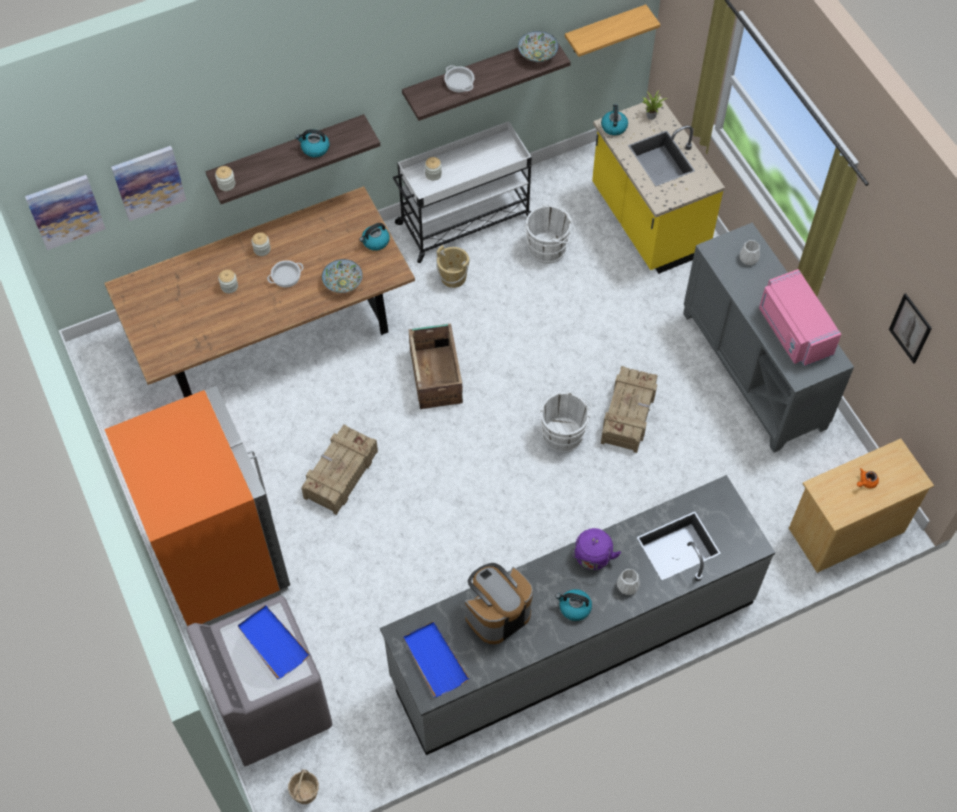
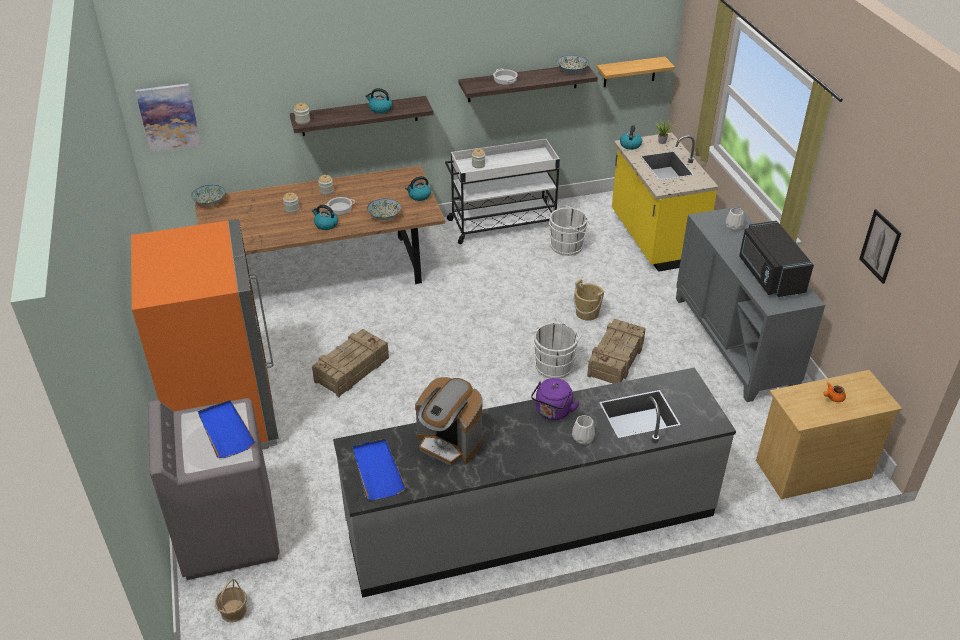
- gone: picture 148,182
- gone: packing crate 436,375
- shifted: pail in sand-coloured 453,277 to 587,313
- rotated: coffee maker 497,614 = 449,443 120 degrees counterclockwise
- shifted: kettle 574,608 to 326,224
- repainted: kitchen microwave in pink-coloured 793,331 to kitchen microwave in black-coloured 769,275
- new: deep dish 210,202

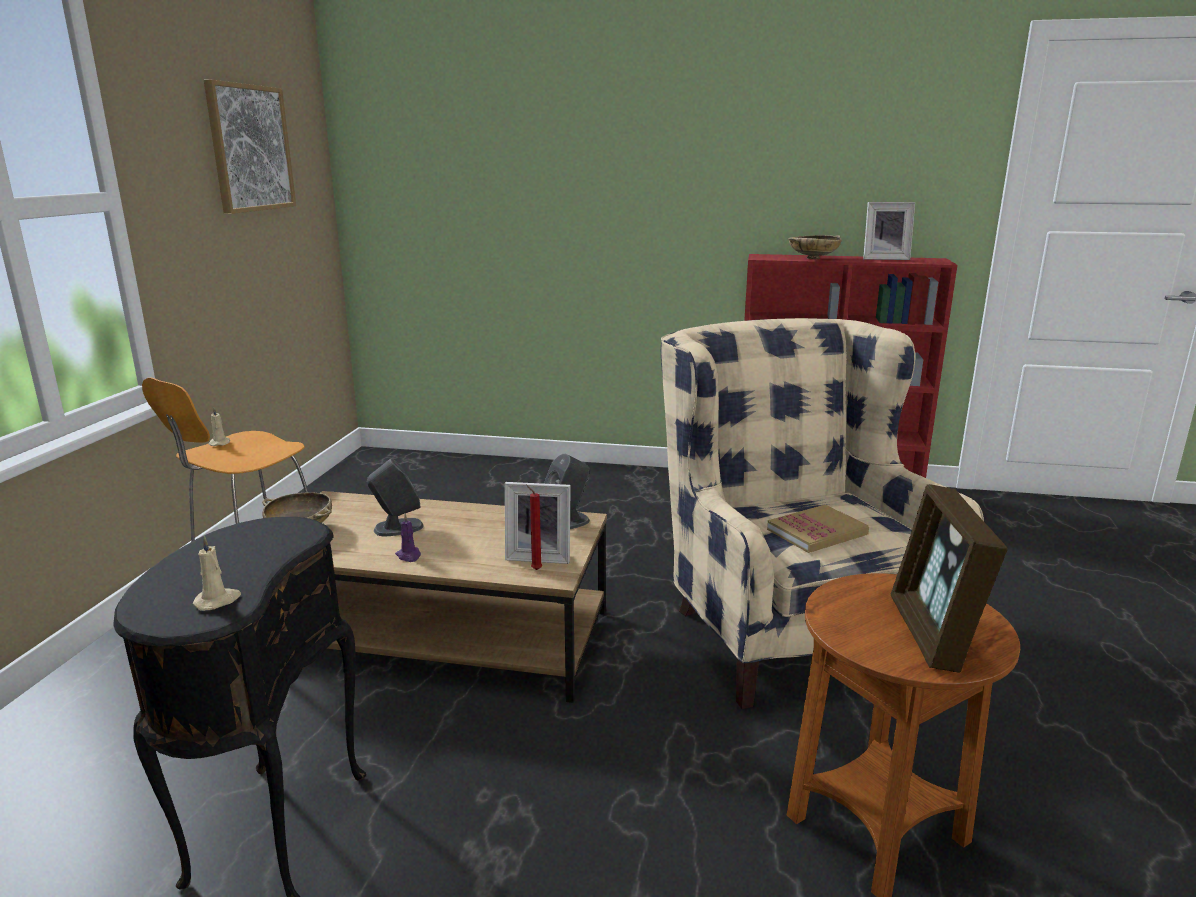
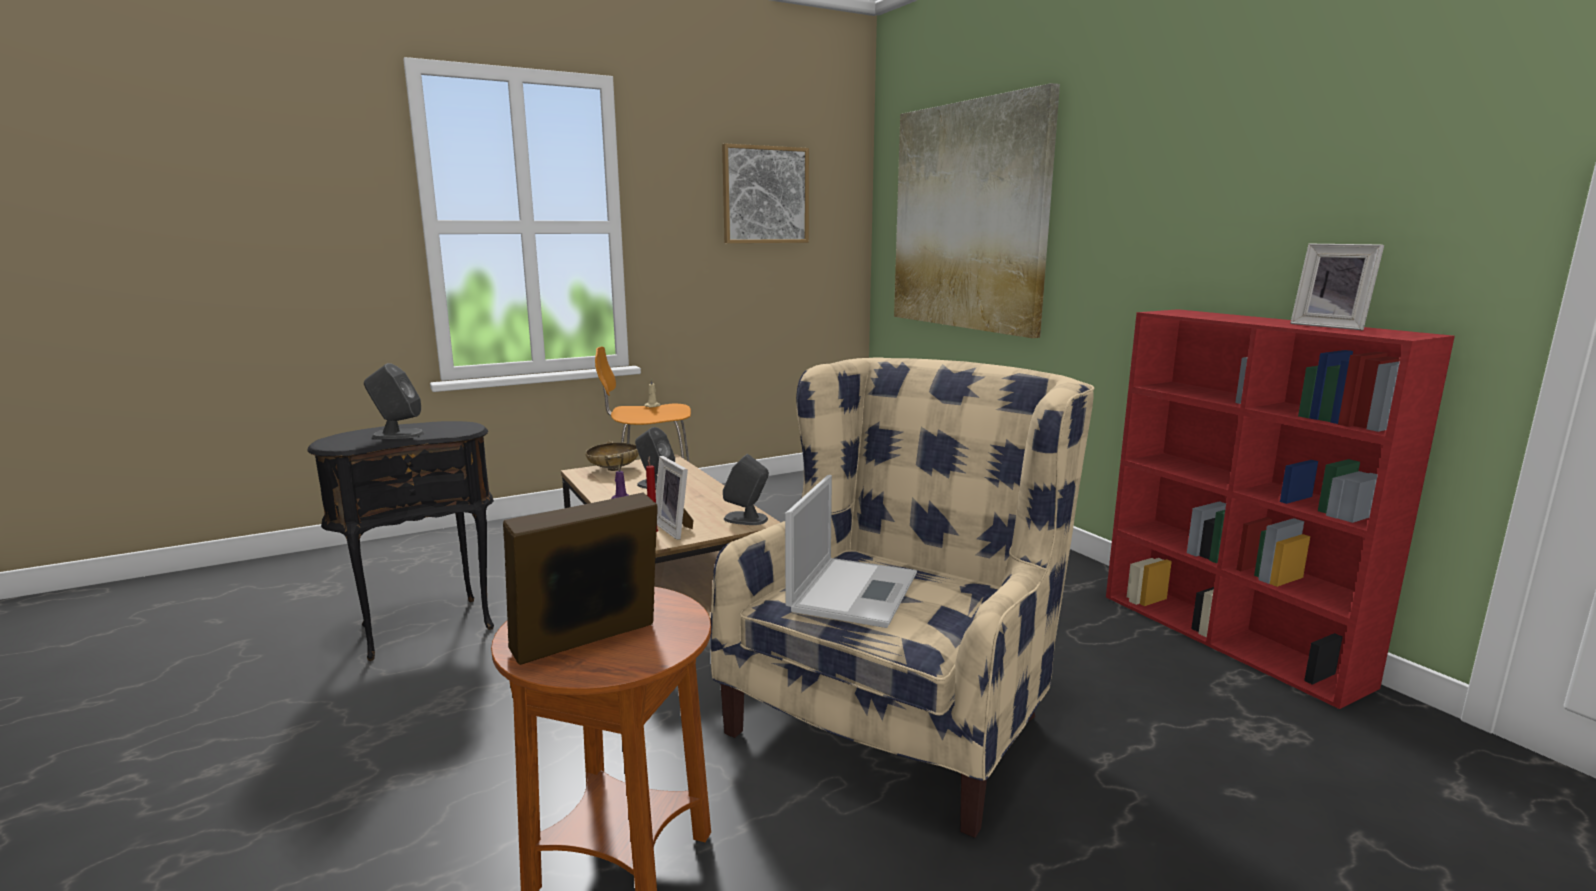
- gone: candle in sand-coloured 218,601
- swapped: bound book 817,532 to laptop 854,591
- gone: deep dish in sand-coloured 813,258
- new: loudspeaker in grey 397,434
- new: picture 968,217

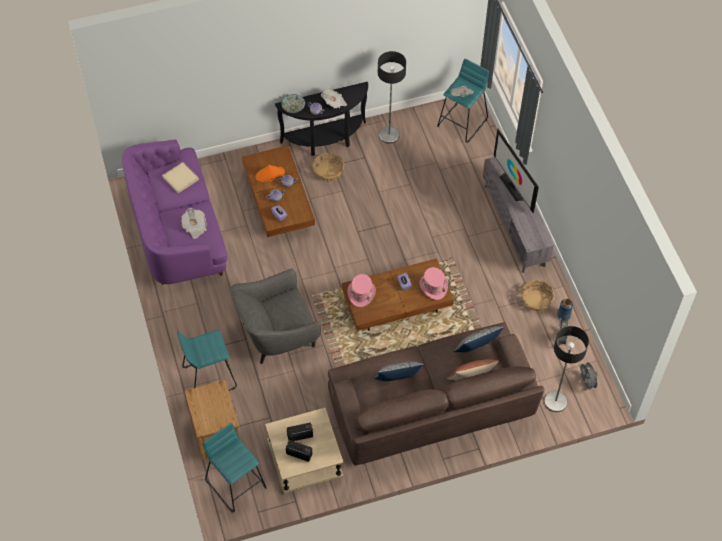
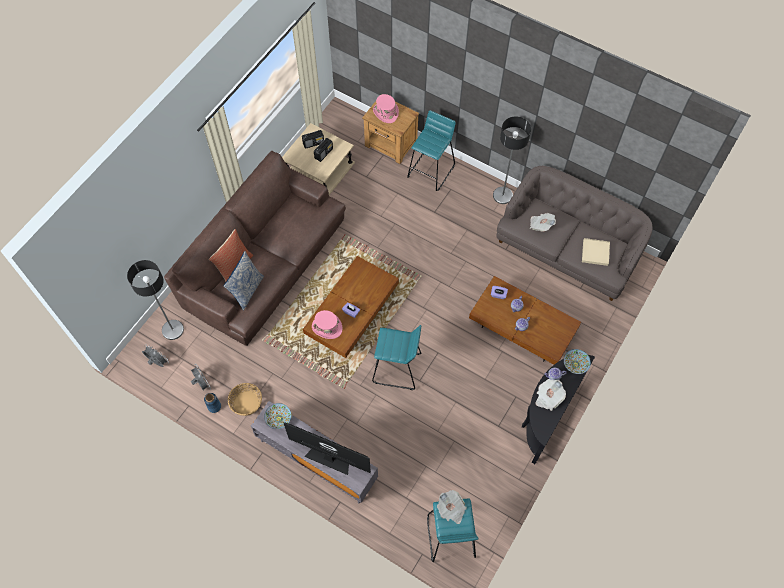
- repainted: sofa in purple 177,230 to sofa in grey 567,250
- shifted: stool seat in turquoise-coloured 236,483 to 397,369
- gone: easy chair in grey 277,333
- gone: clothing hat in orange-coloured 270,174
- gone: household basket 328,171
- shifted: clothing hat in pink-coloured 361,293 to 385,112
- gone: pillow 398,381
- shifted: standing lamp 389,135 to 503,195
- new: deep dish 278,418

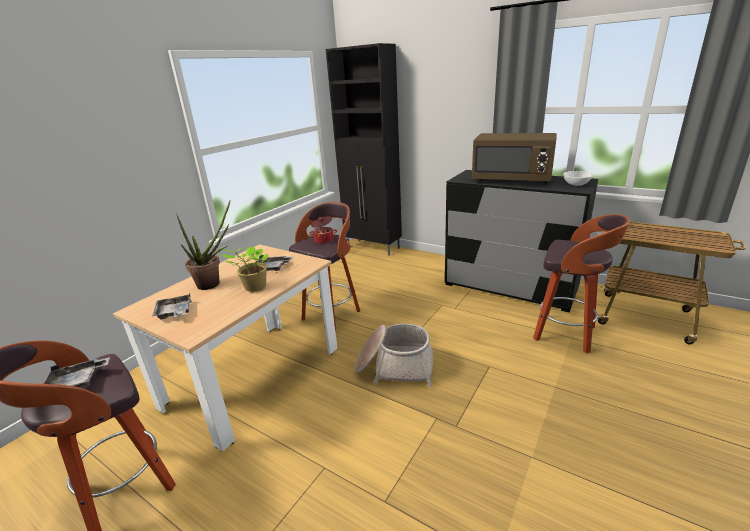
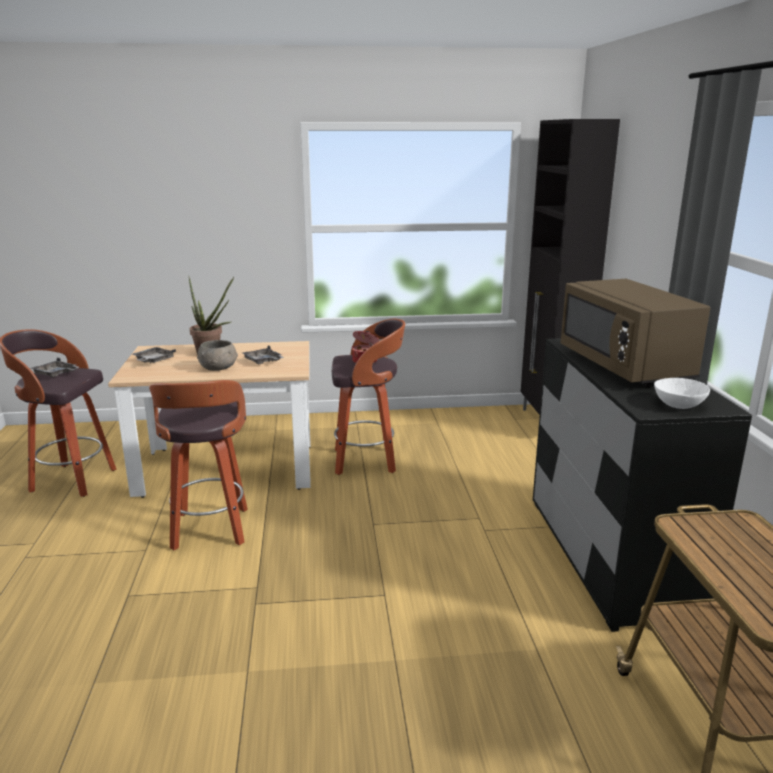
- swapped: potted plant 254,288 to deep dish in grey 219,368
- gone: household basket 394,366
- shifted: stool seat 566,334 to 210,530

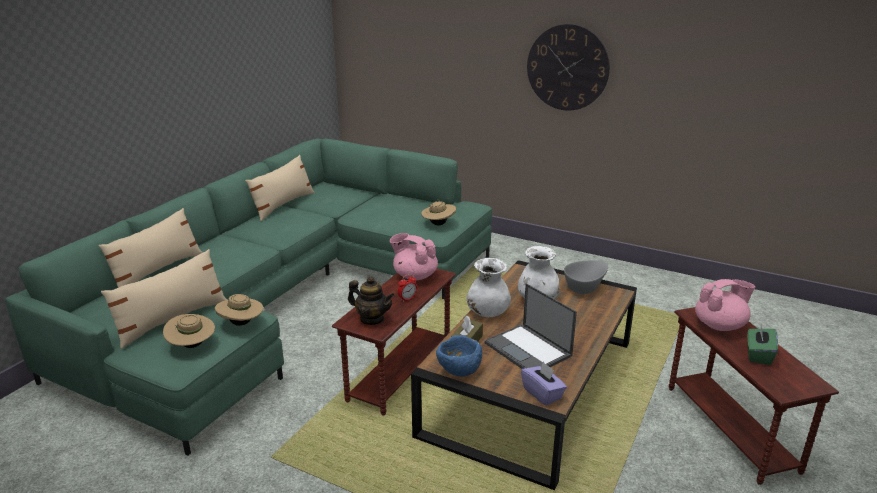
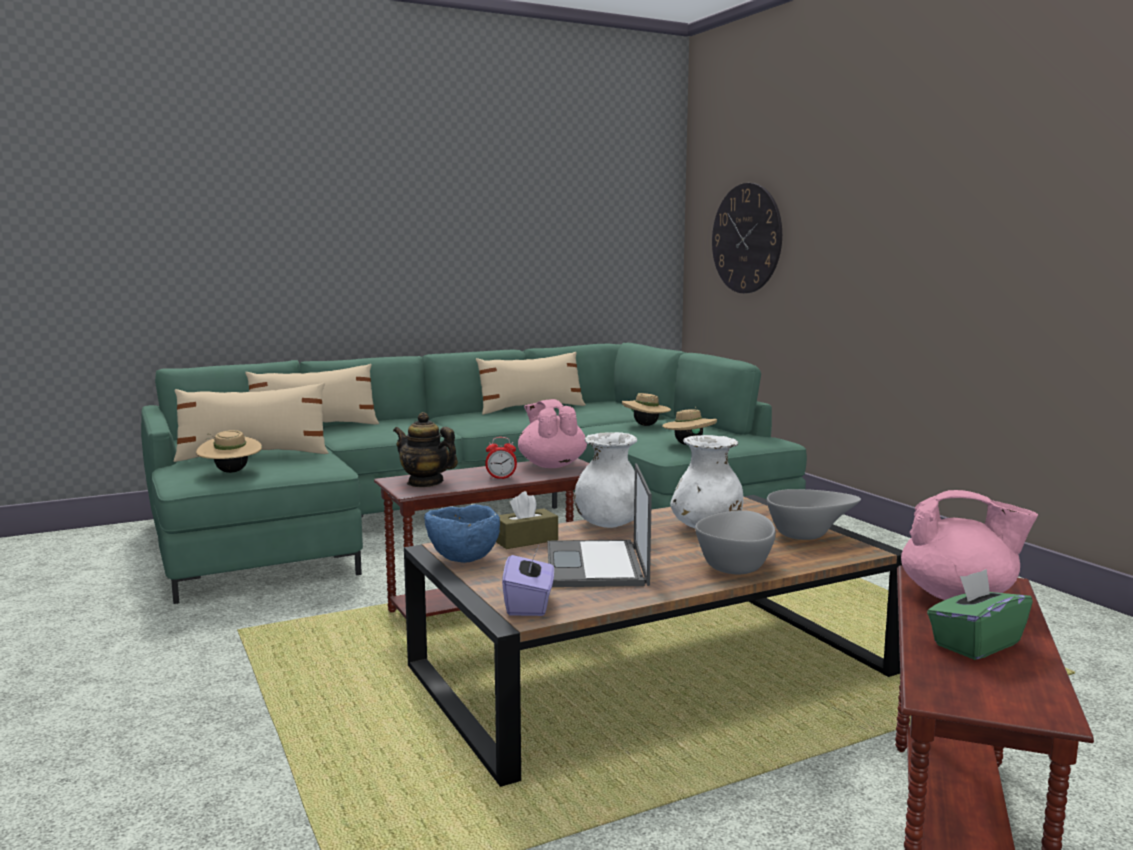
- shifted: clothing hat in sand-coloured 241,323 to 646,425
- rotated: tea pot 372,319 = 425,483 150 degrees clockwise
- shifted: clock on the wall 567,67 to 746,238
- new: deep dish in grey 736,565

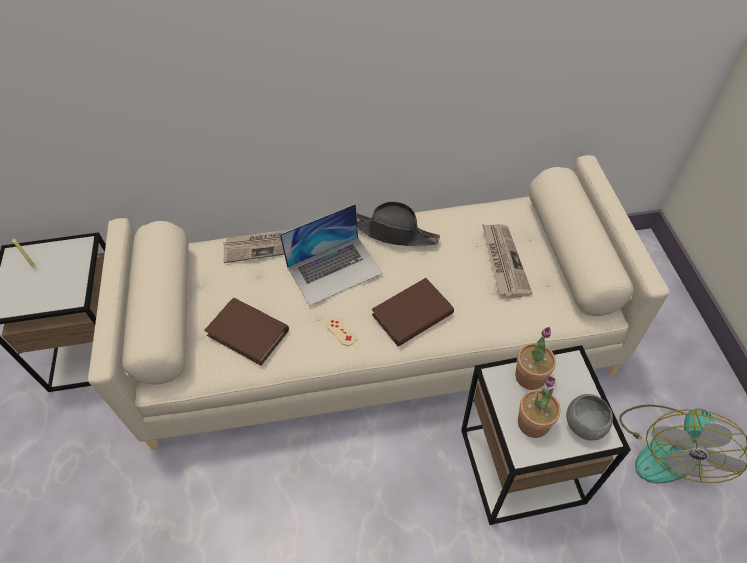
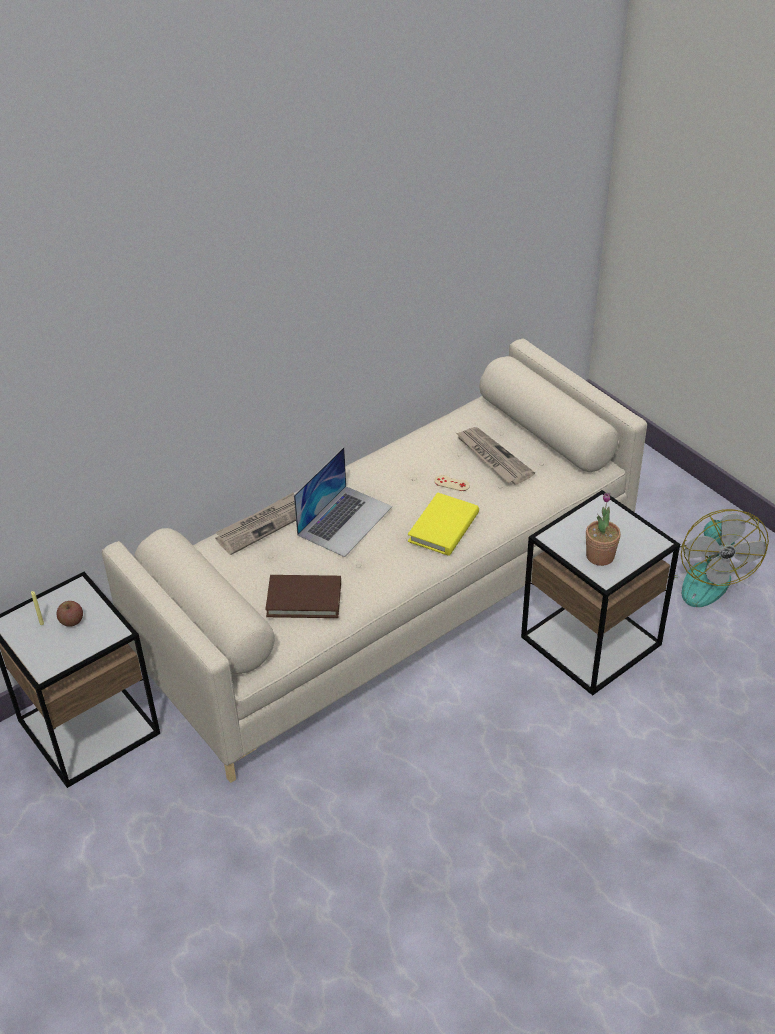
- shifted: gamepad in sand-coloured 341,331 to 452,483
- gone: clothing hat in black-coloured 394,233
- repainted: bound book in brown 412,314 to bound book in yellowish 443,527
- gone: potted plant 530,376
- gone: deep dish in grey 584,424
- new: apple fruit 71,621

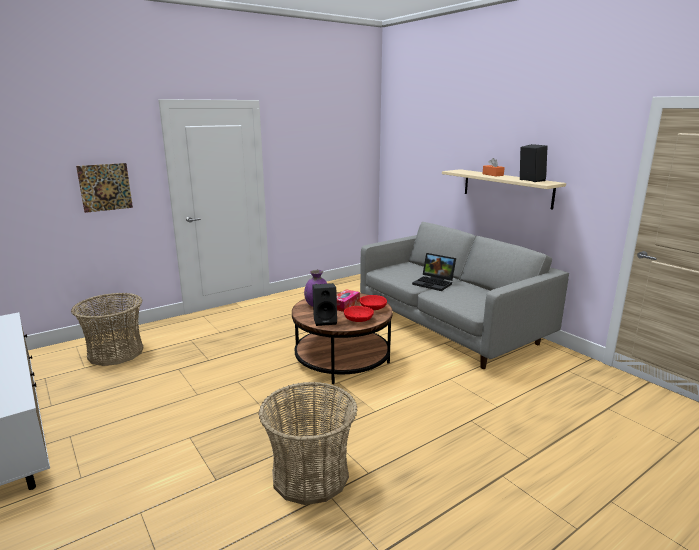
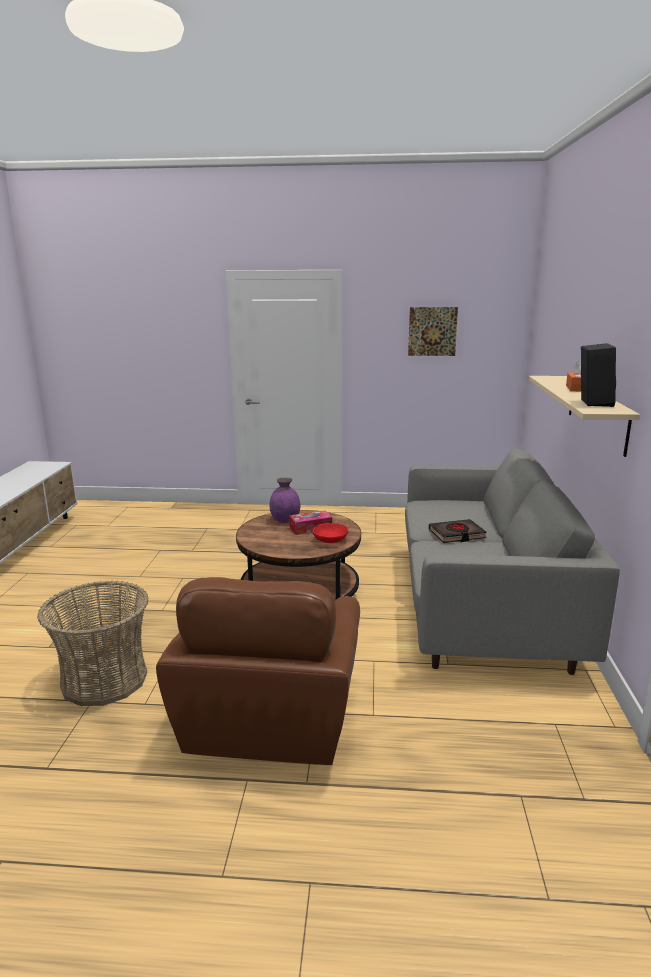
- gone: household basket 115,353
- shifted: picture 105,187 to 432,331
- gone: loudspeaker in black-coloured 325,320
- gone: deep dish in reddish 358,320
- swapped: laptop 434,283 to bound book in black-coloured 456,534
- new: easy chair in brown 271,719

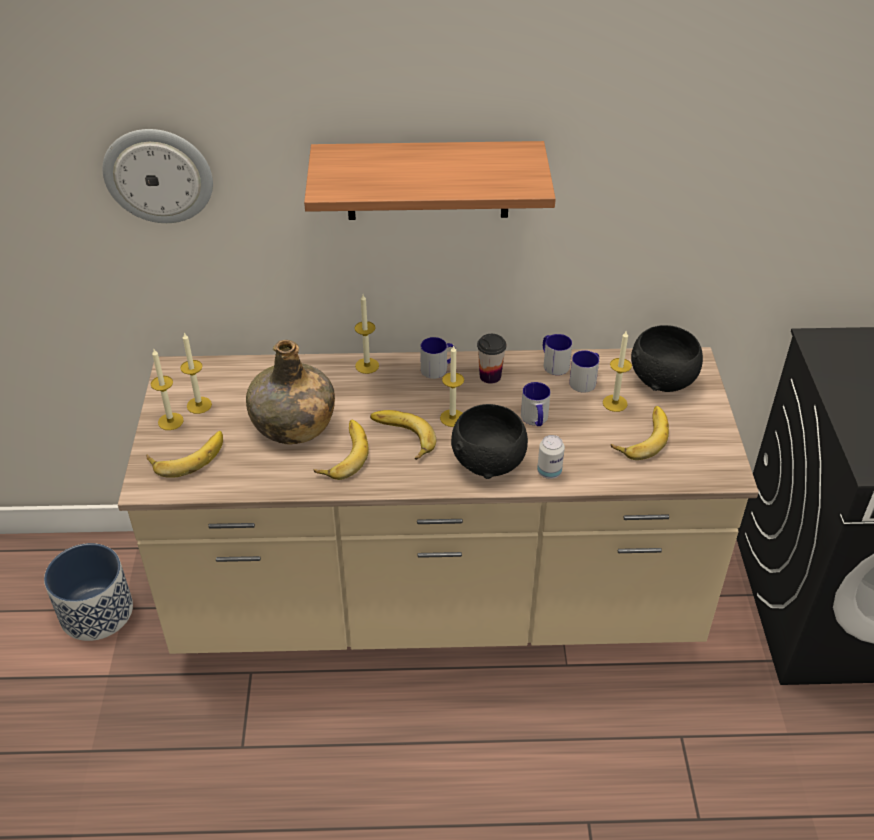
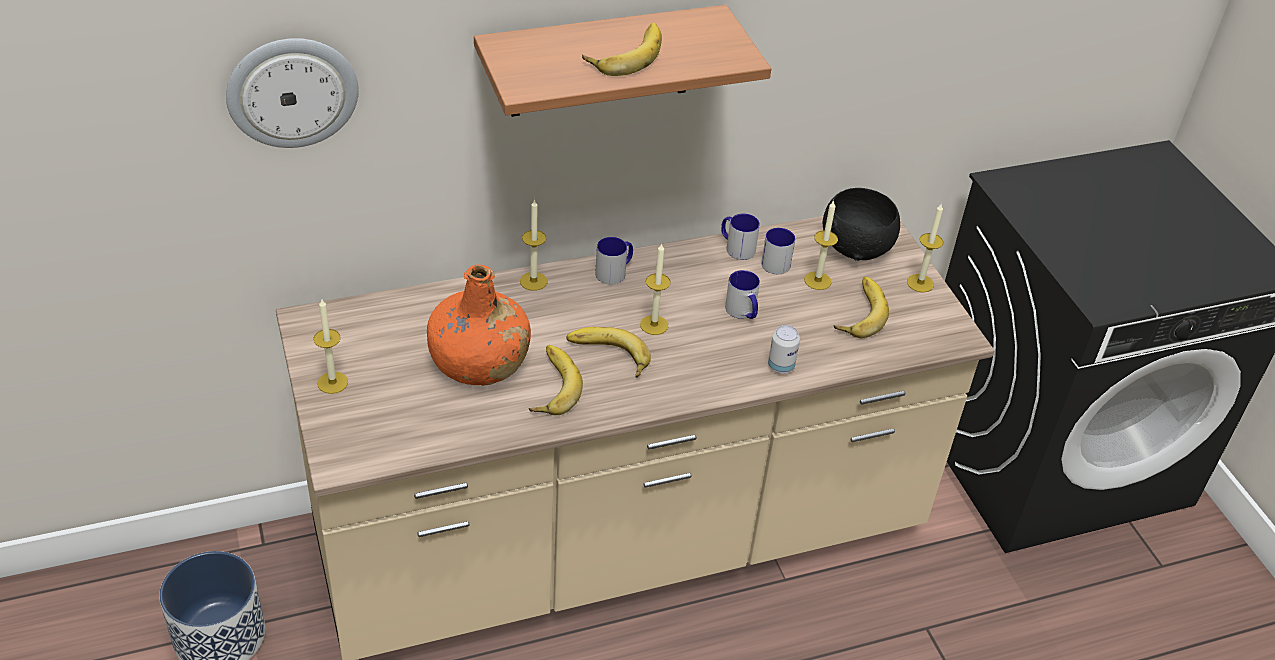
- shifted: whole banana 187,455 to 625,54
- shifted: candle 199,405 to 920,283
- repainted: beverage bottle in green-coloured 293,424 to beverage bottle in orange-coloured 479,361
- gone: deep dish in black-coloured 489,462
- gone: cup 490,376

